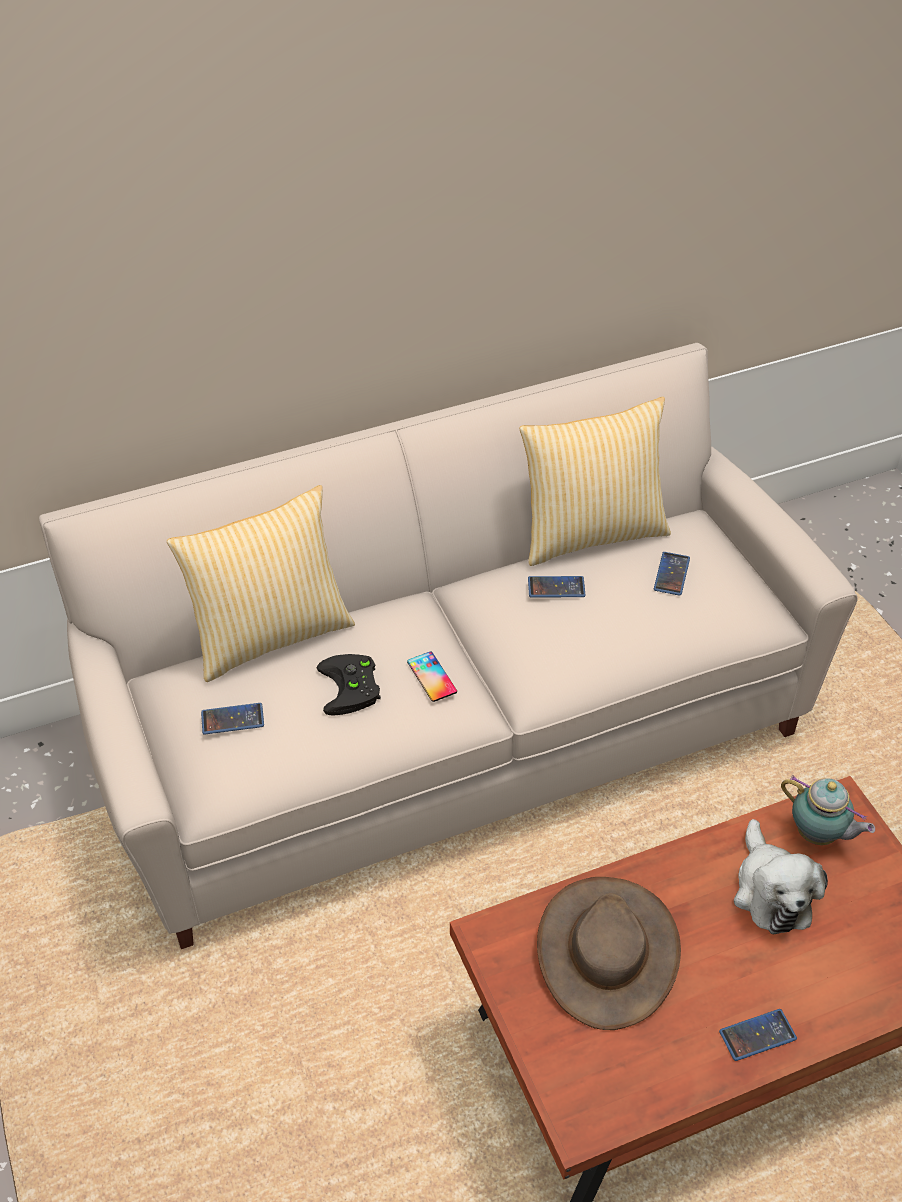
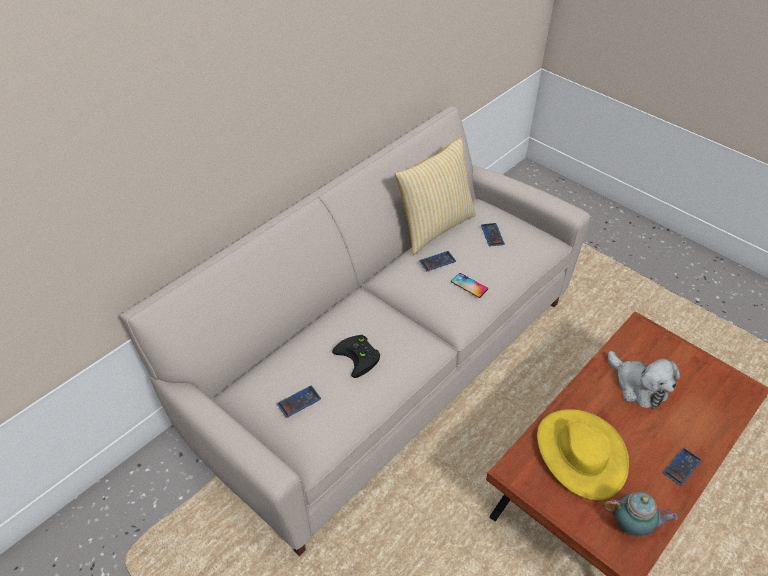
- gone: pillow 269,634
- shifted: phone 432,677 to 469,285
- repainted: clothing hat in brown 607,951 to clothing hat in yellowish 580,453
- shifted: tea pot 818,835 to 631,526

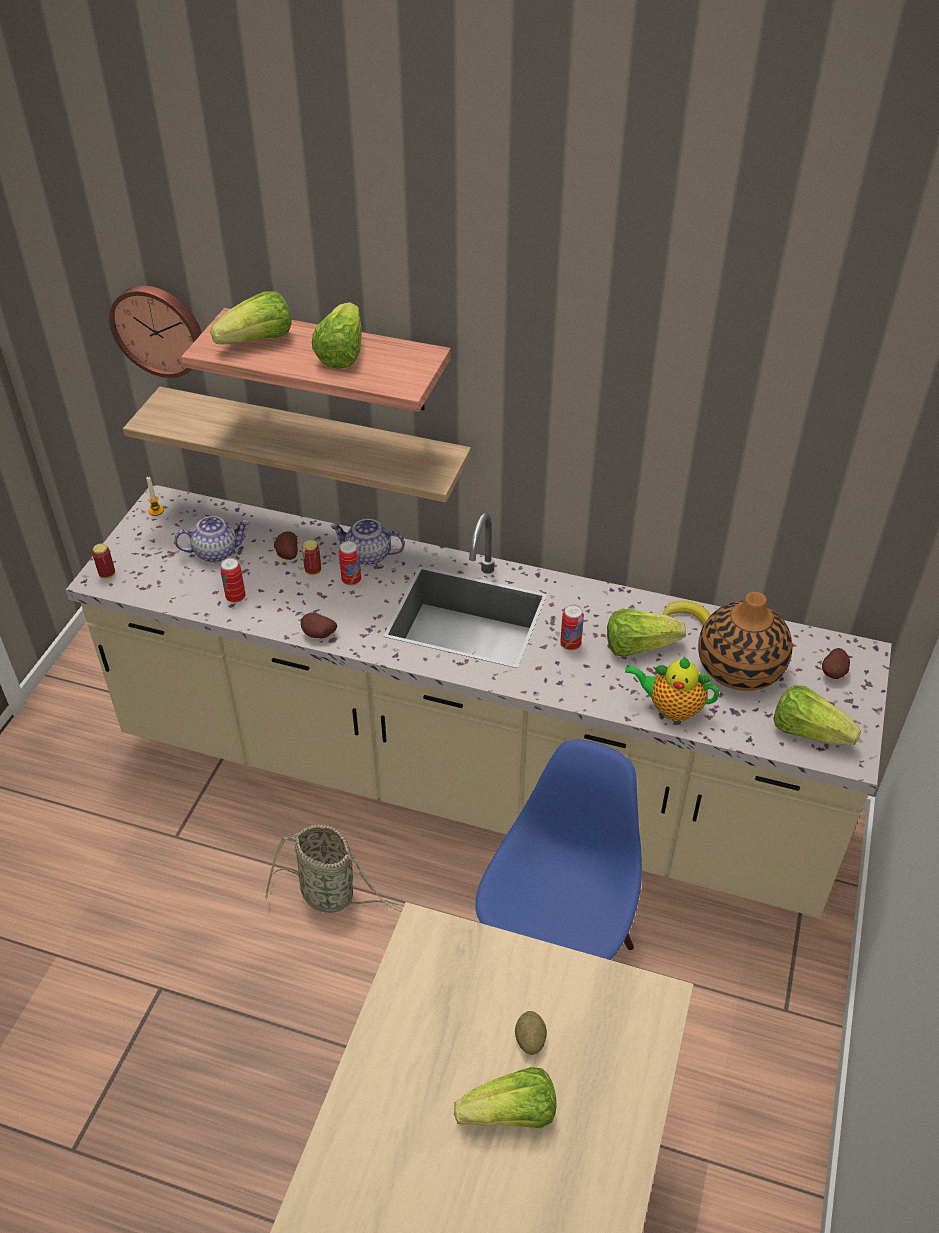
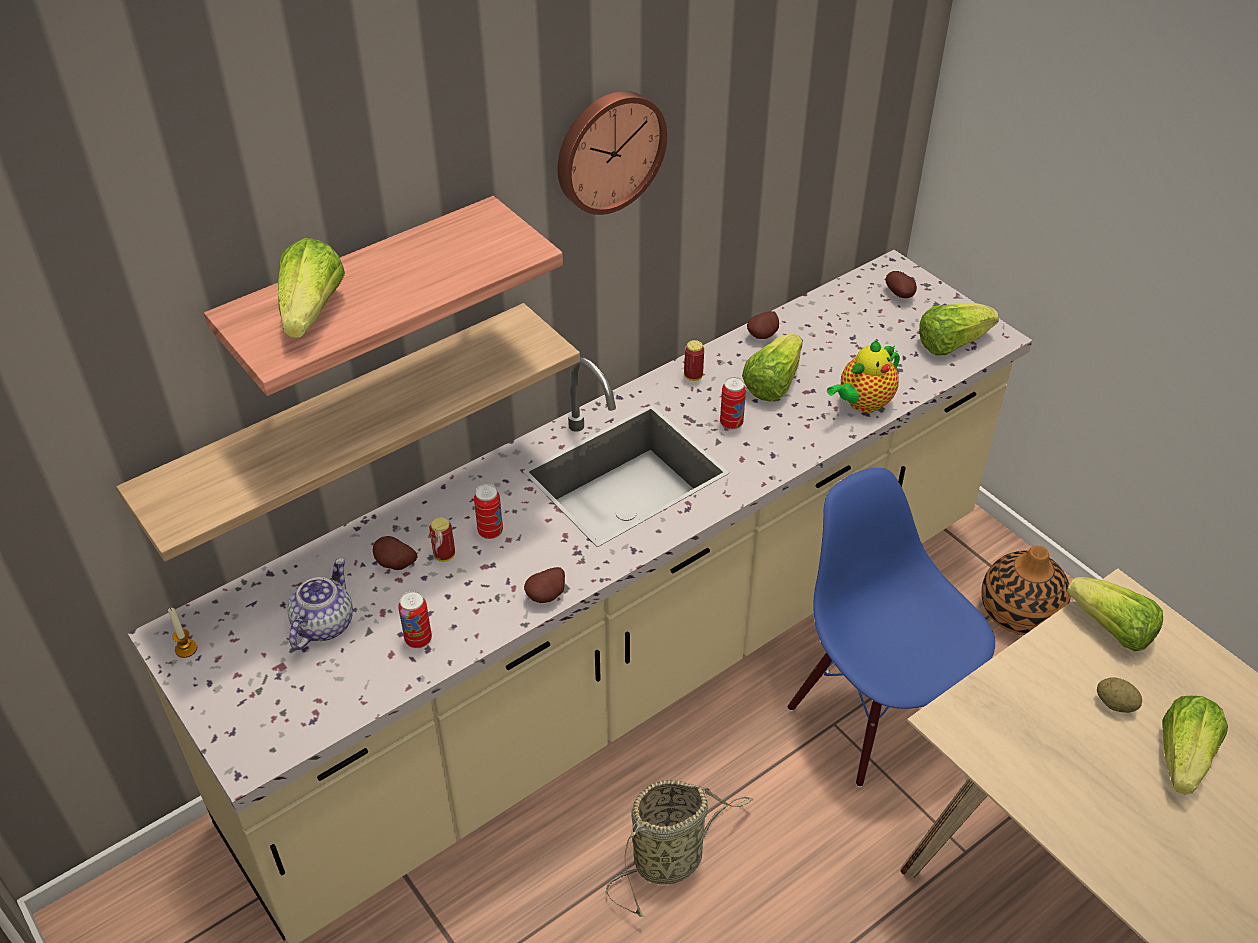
- shifted: sealed can 107,574 to 693,376
- shifted: clock on the wall 159,329 to 608,150
- shifted: lettuce head 342,353 to 1111,629
- gone: tea pot 368,555
- swapped: whole banana 688,616 to spud 764,336
- shifted: decorative vase 739,667 to 1019,611

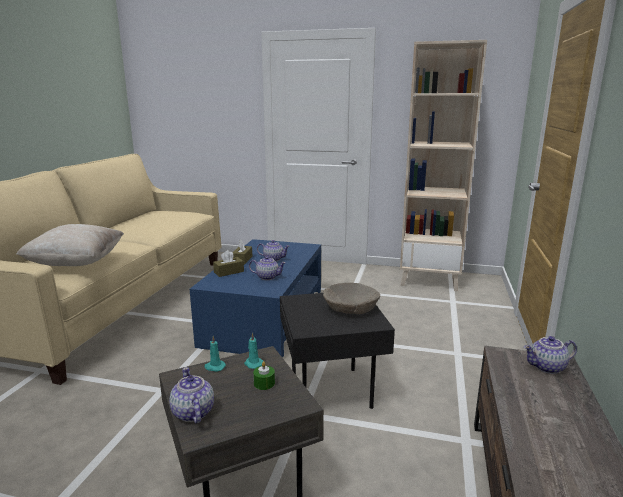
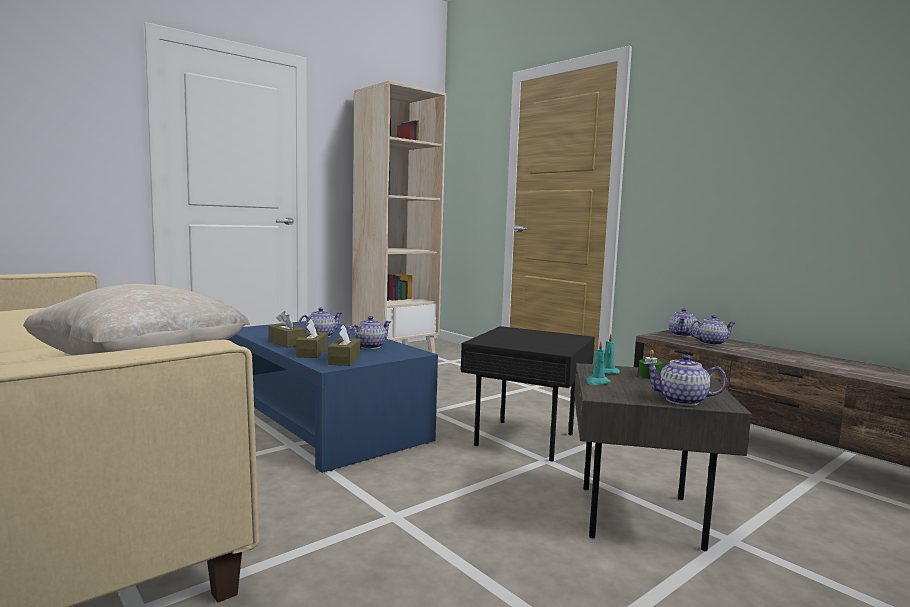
- gone: deep dish in sand-coloured 350,308
- new: box of tissues in brown 344,360
- new: tea pot 710,343

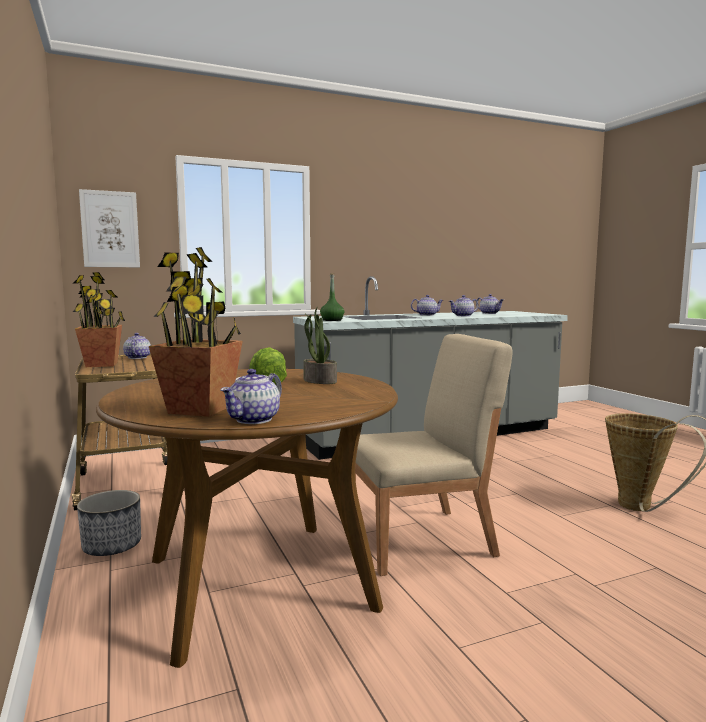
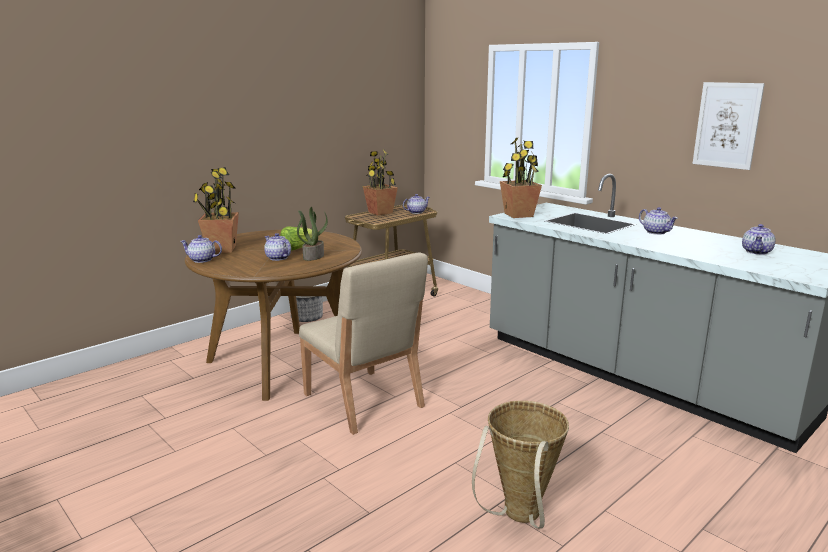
- shifted: picture 110,229 to 727,125
- swapped: beverage bottle in green-coloured 332,320 to potted plant 518,215
- shifted: tea pot 463,316 to 277,258

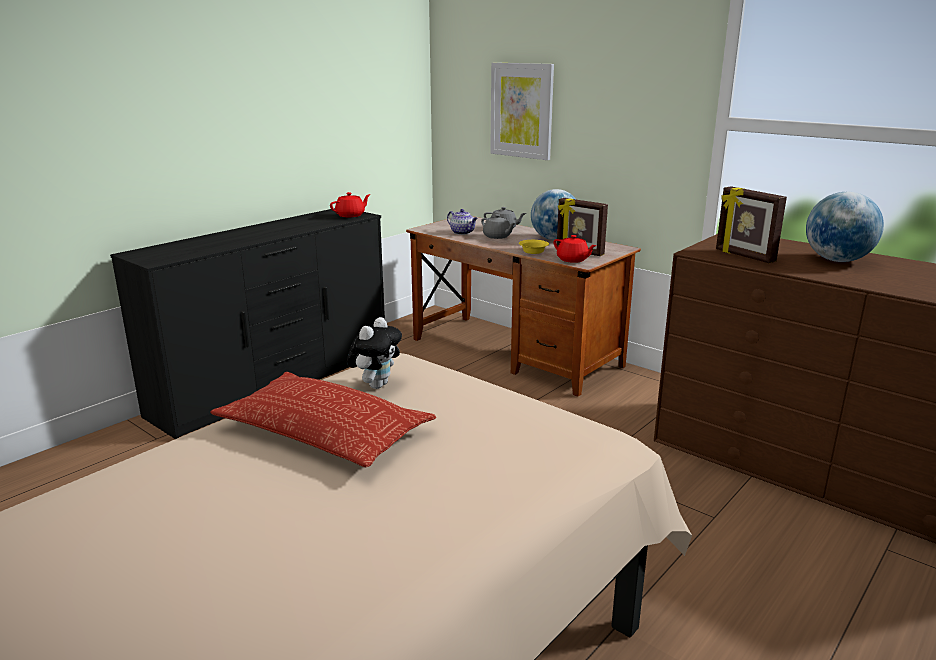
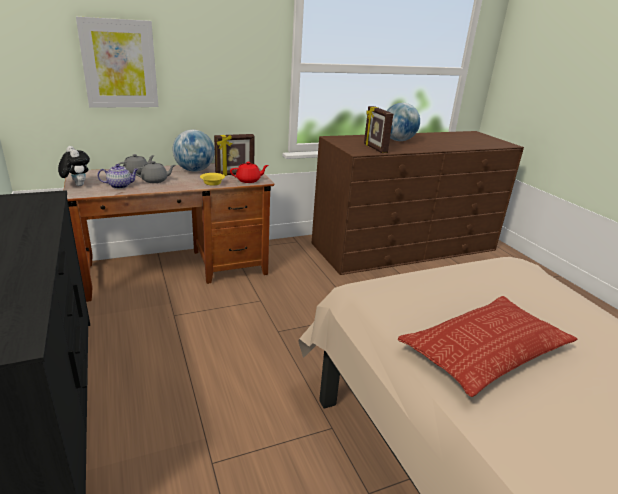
- gone: tea pot in reddish 351,215
- shifted: cuddly toy 376,385 to 77,185
- rotated: photo frame 744,256 = 374,148 75 degrees clockwise

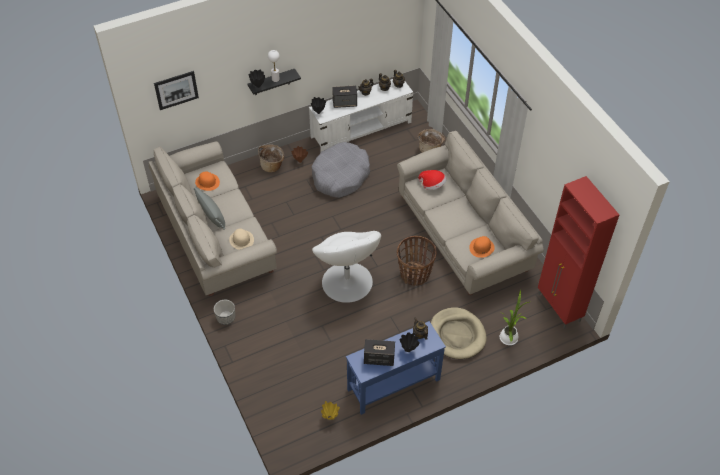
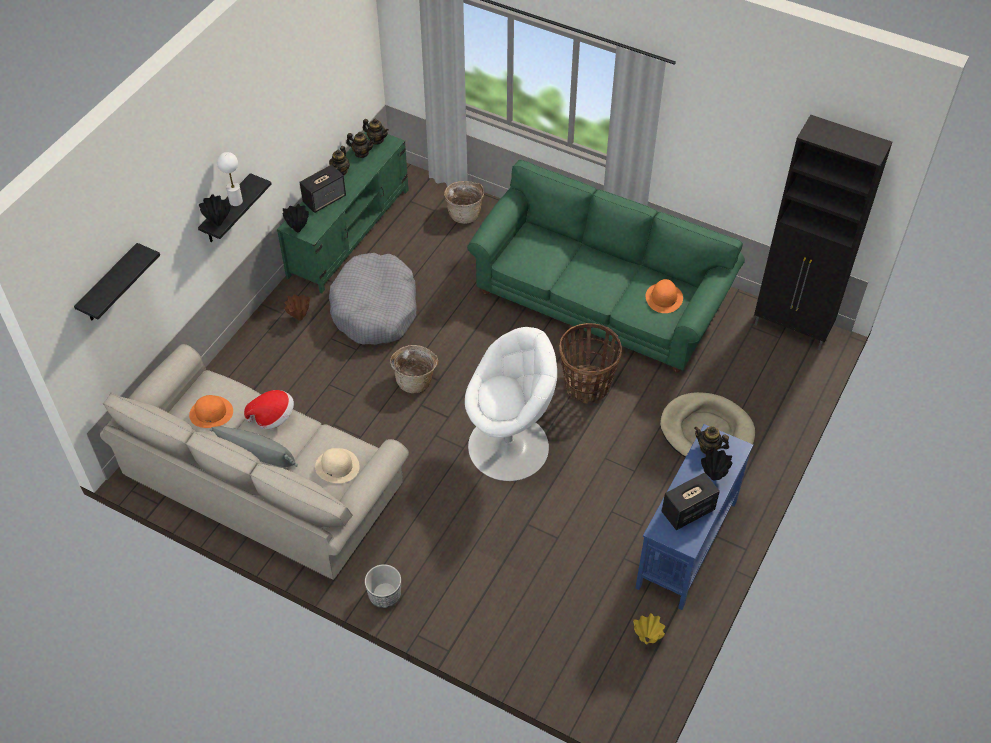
- swapped: picture 176,90 to shelf in black-coloured 110,285
- shifted: household basket 272,166 to 415,380
- repainted: tv stand in white 361,130 to tv stand in green-coloured 349,232
- rotated: easy chair in white 347,282 = 510,446 45 degrees counterclockwise
- repainted: sofa in sand-coloured 463,233 to sofa in green-coloured 600,299
- shifted: clothing hat 432,185 to 273,417
- gone: potted plant 509,337
- repainted: storage cabinet in reddish 559,308 to storage cabinet in black-coloured 792,328

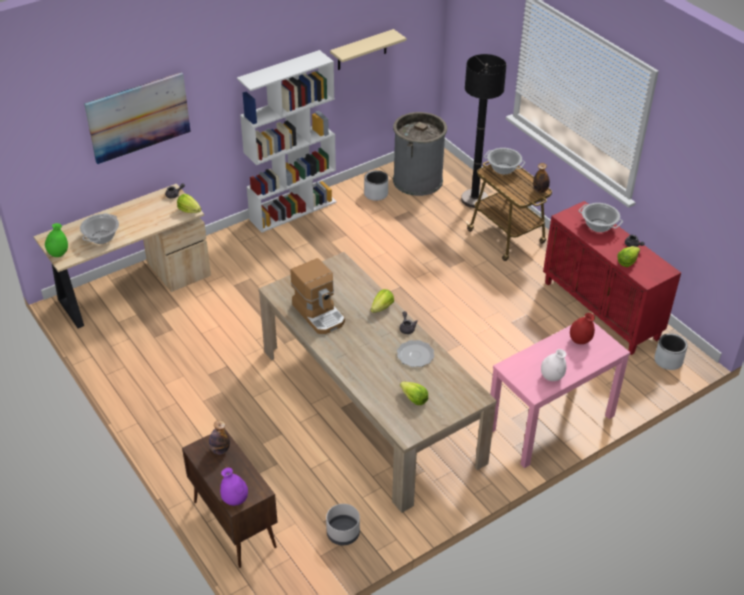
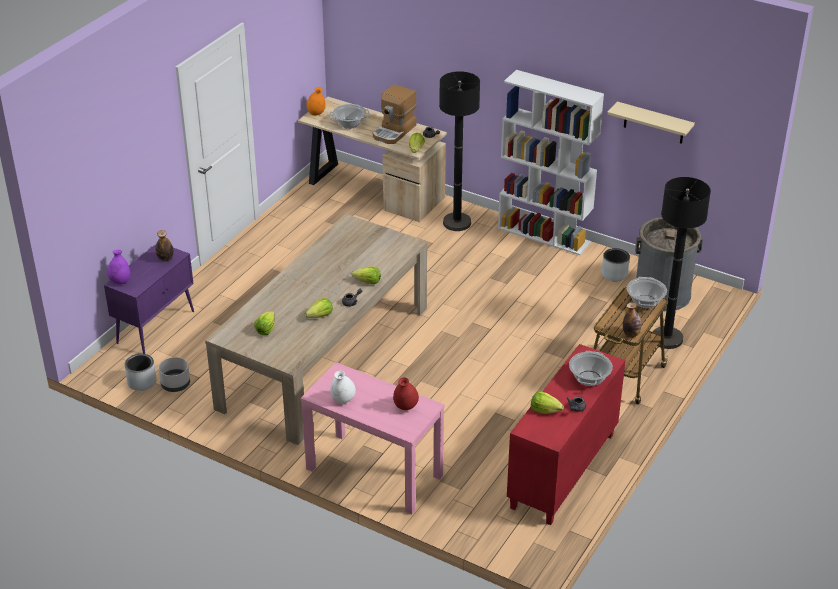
- repainted: decorative vase in green-coloured 58,253 to decorative vase in orange-coloured 316,113
- gone: picture 138,117
- repainted: storage cabinet in brown 234,524 to storage cabinet in purple 156,327
- shifted: coffee maker 319,313 to 394,131
- swapped: plate 415,355 to lettuce head 320,316
- shifted: plant pot in grey 668,360 to 142,382
- new: standing lamp in black-coloured 457,223

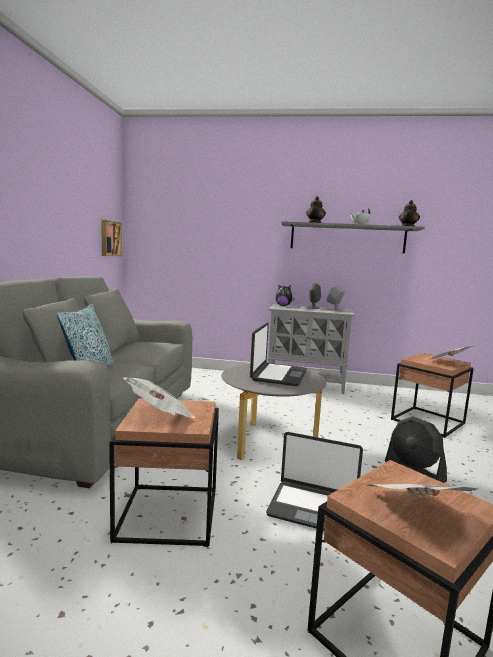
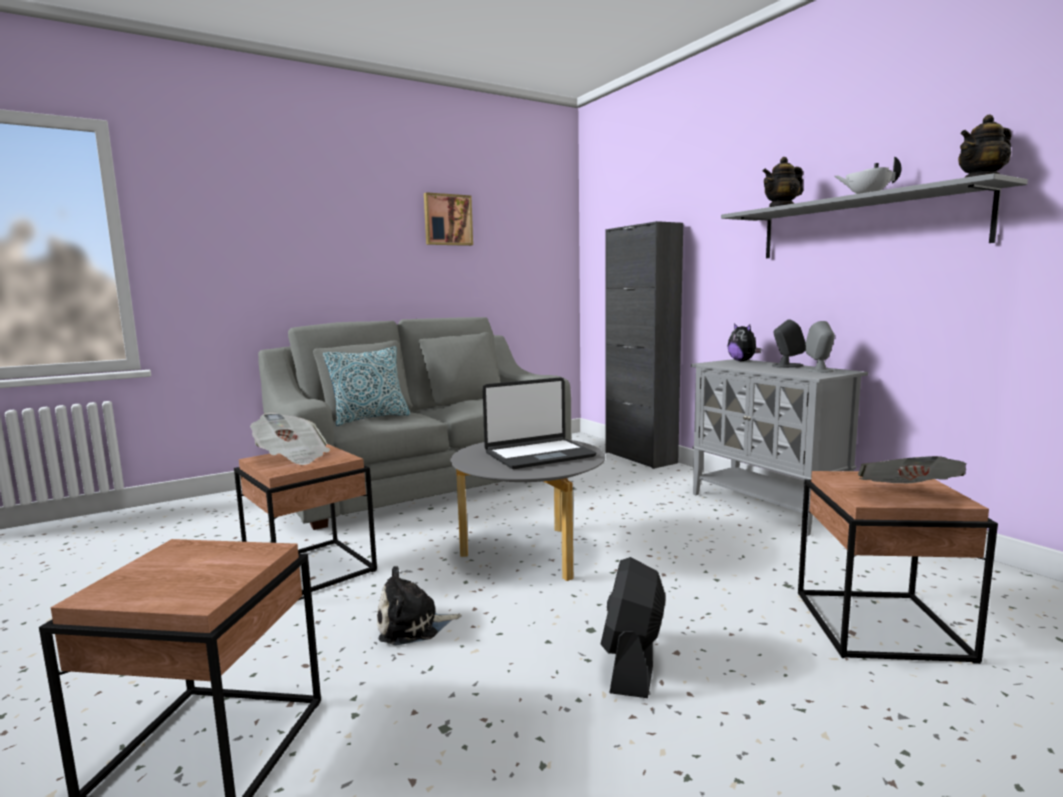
- shifted: picture 110,238 to 447,220
- swapped: laptop 313,508 to cuddly toy 413,626
- gone: printed paper 413,512
- new: storage cabinet in black-coloured 640,457

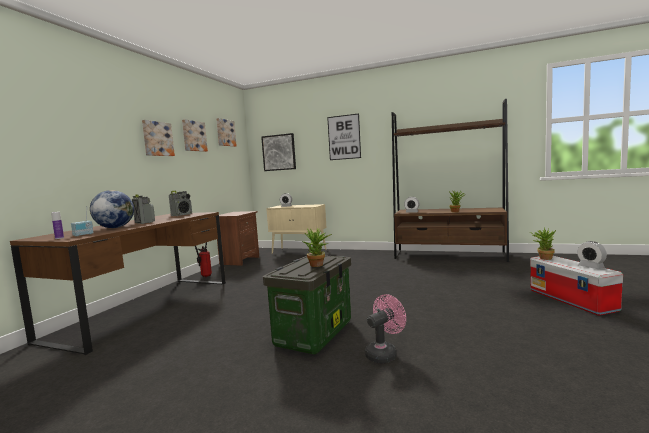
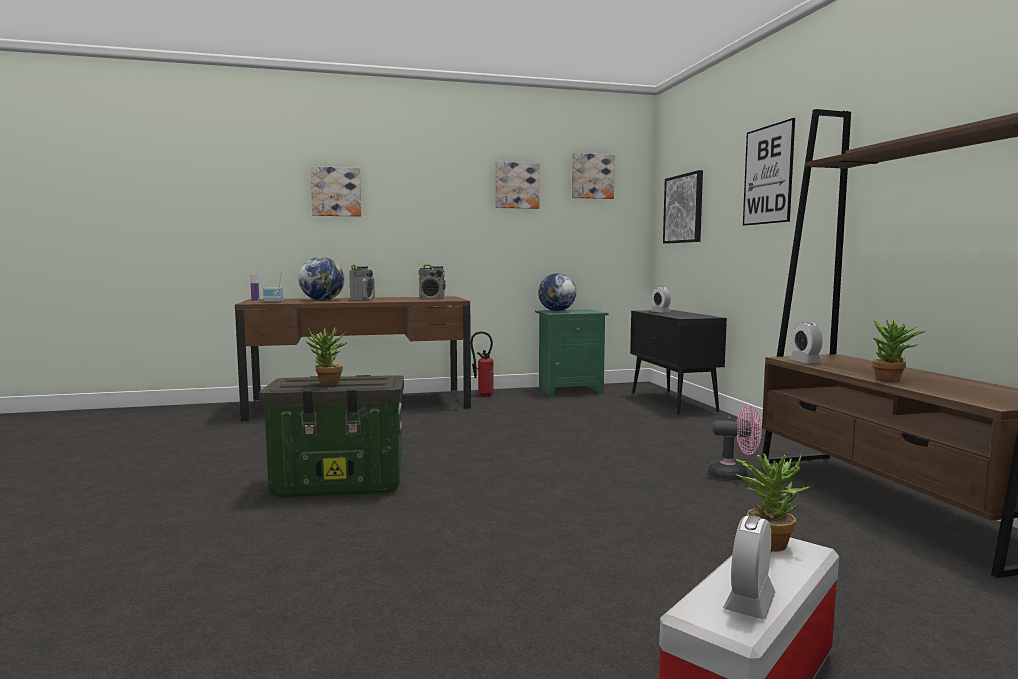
- shifted: picture 157,139 to 336,192
- repainted: night table in brown 239,260 to night table in green-coloured 569,390
- repainted: storage cabinet in sand-coloured 299,251 to storage cabinet in black-coloured 673,403
- shifted: electric fan in pink-coloured 384,353 to 734,475
- new: globe 556,311

